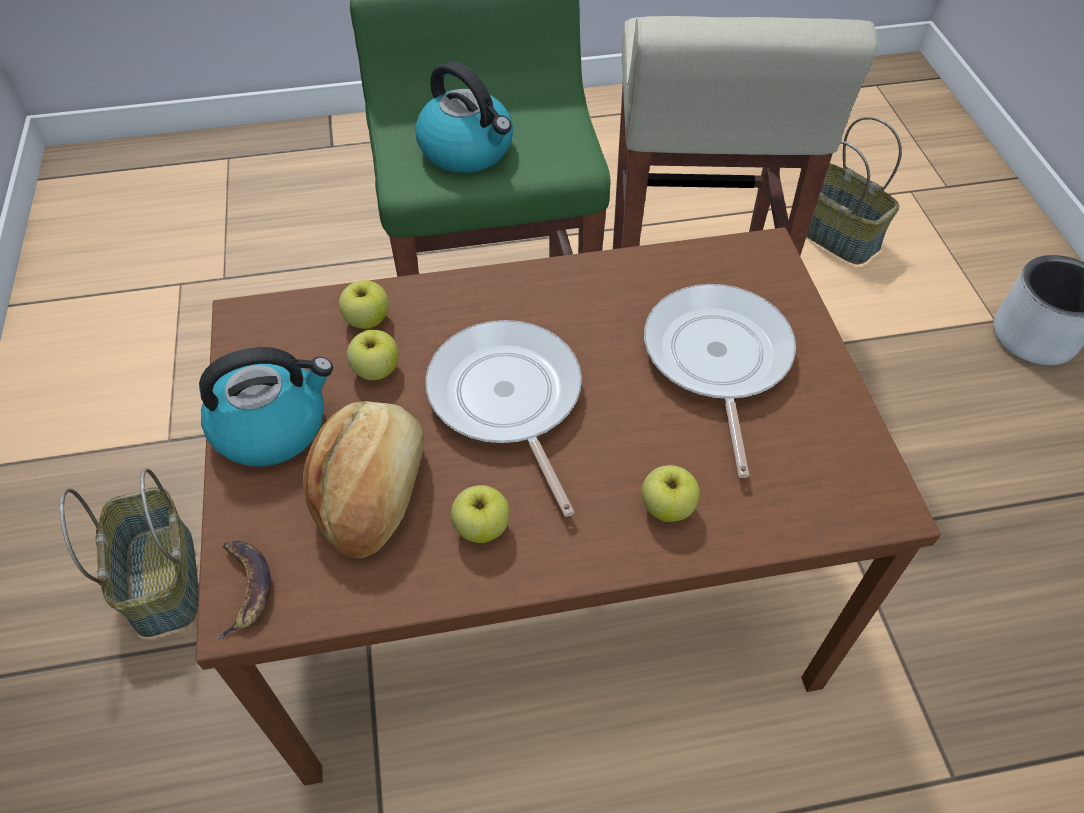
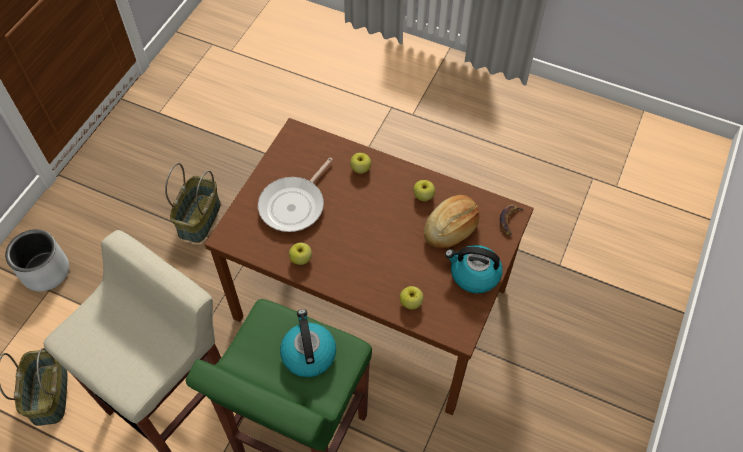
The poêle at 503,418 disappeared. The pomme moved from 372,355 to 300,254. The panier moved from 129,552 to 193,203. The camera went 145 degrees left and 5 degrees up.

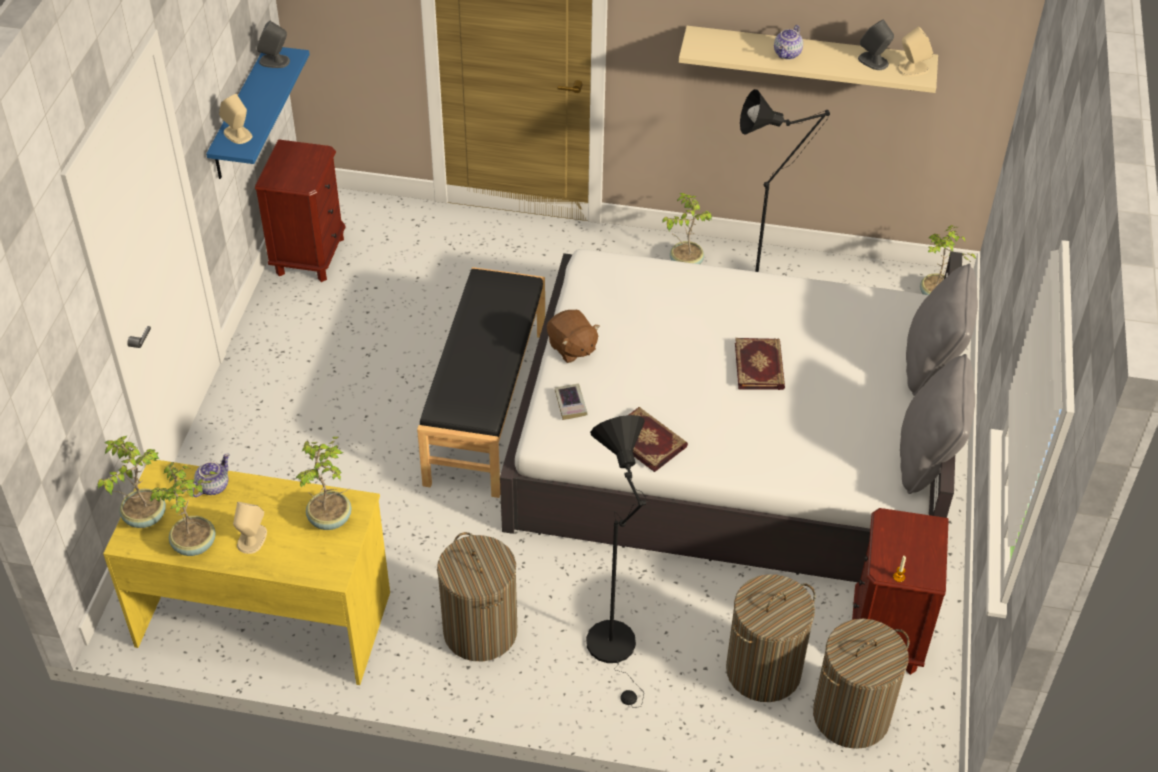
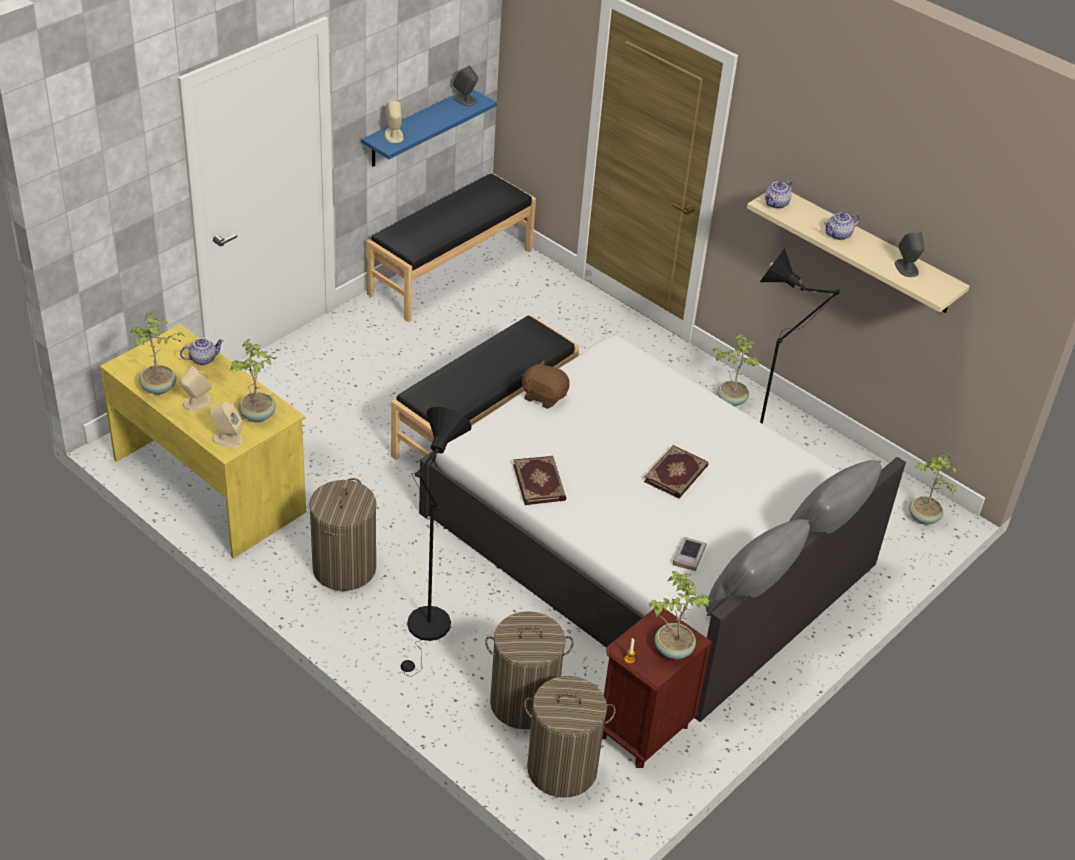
The enceinte/beige moved from 915,51 to 226,425. The table de chevet/marron at 300,210 was replaced by the banc/noir at 451,247. The peluche/marron at 573,336 turned 120 degrees clockwise. The livre moved from 571,401 to 689,554. The plante en pot moved from 132,482 to 680,615. The théière at 779,194 appeared. The camera went 30 degrees right and 5 degrees down.

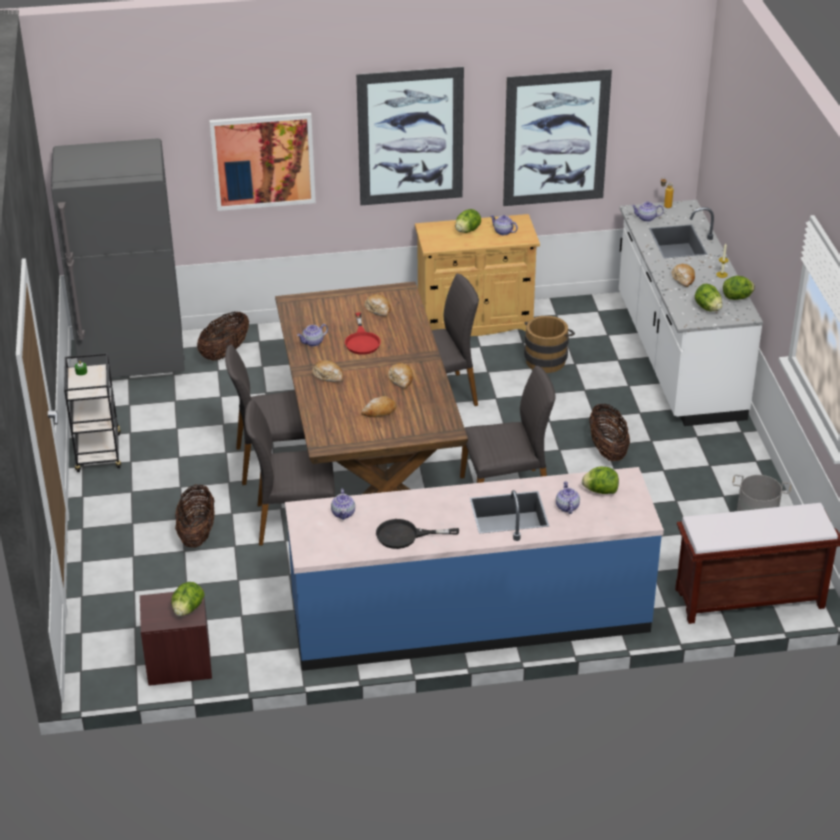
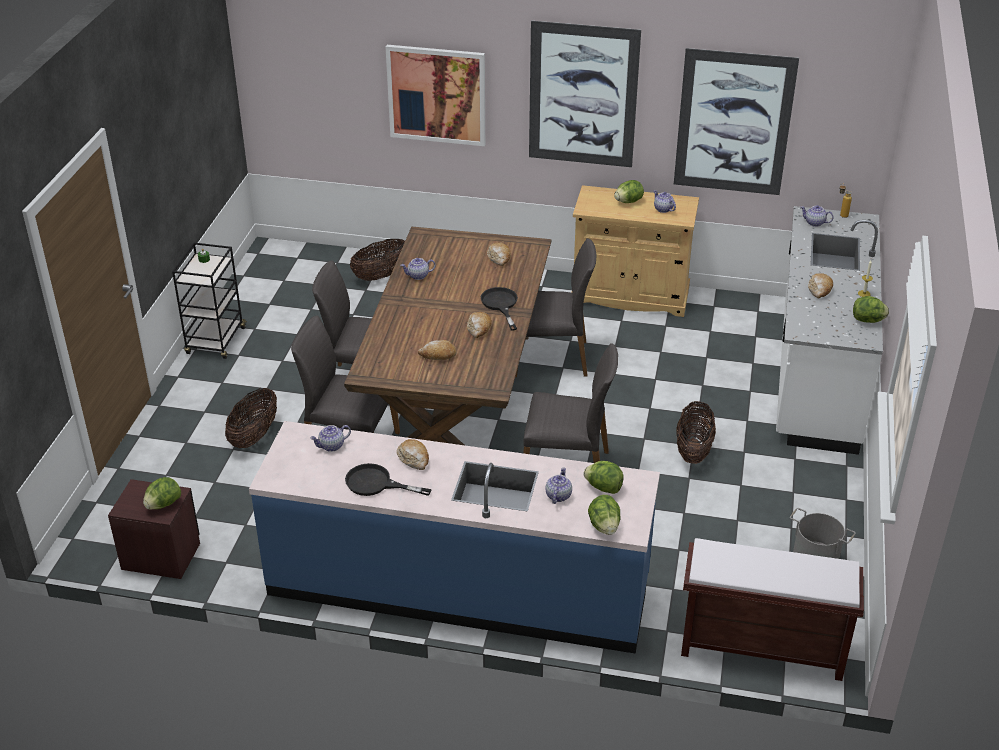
The réfrigérateur/gris at 118,258 disappeared. The laitue moved from 709,298 to 604,515. The poêle/rouge at 363,334 disappeared. The seau/marron at 549,344 disappeared. The pain moved from 327,371 to 413,454. The théière at 343,504 turned 45 degrees clockwise. The poêle/noir at 499,309 appeared. The camera went 20 degrees right and 0 degrees up.

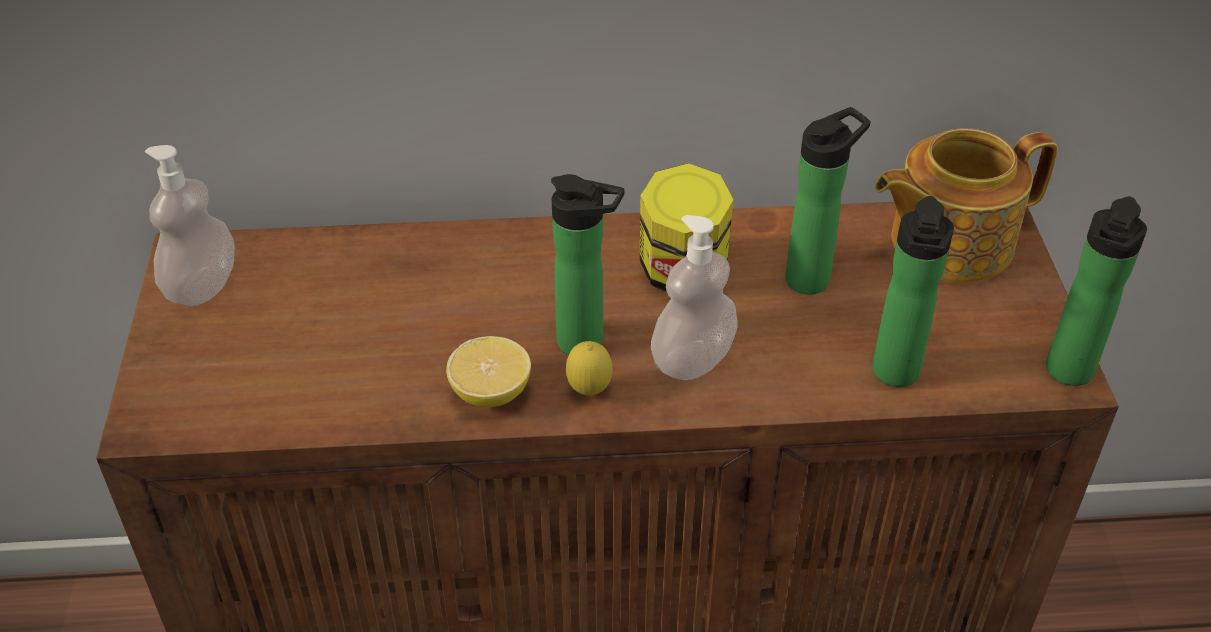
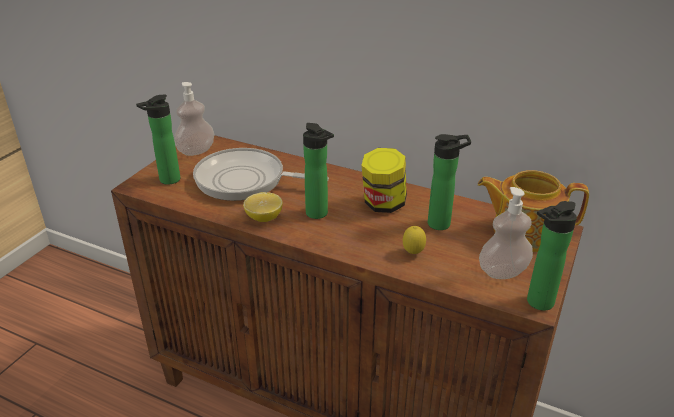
The bouteille moved from 913,291 to 158,139. The distributeur de savon moved from 694,297 to 506,233. The citron moved from 589,368 to 414,240. The poêle at 261,174 appeared. The camera went 30 degrees right and 10 degrees down.

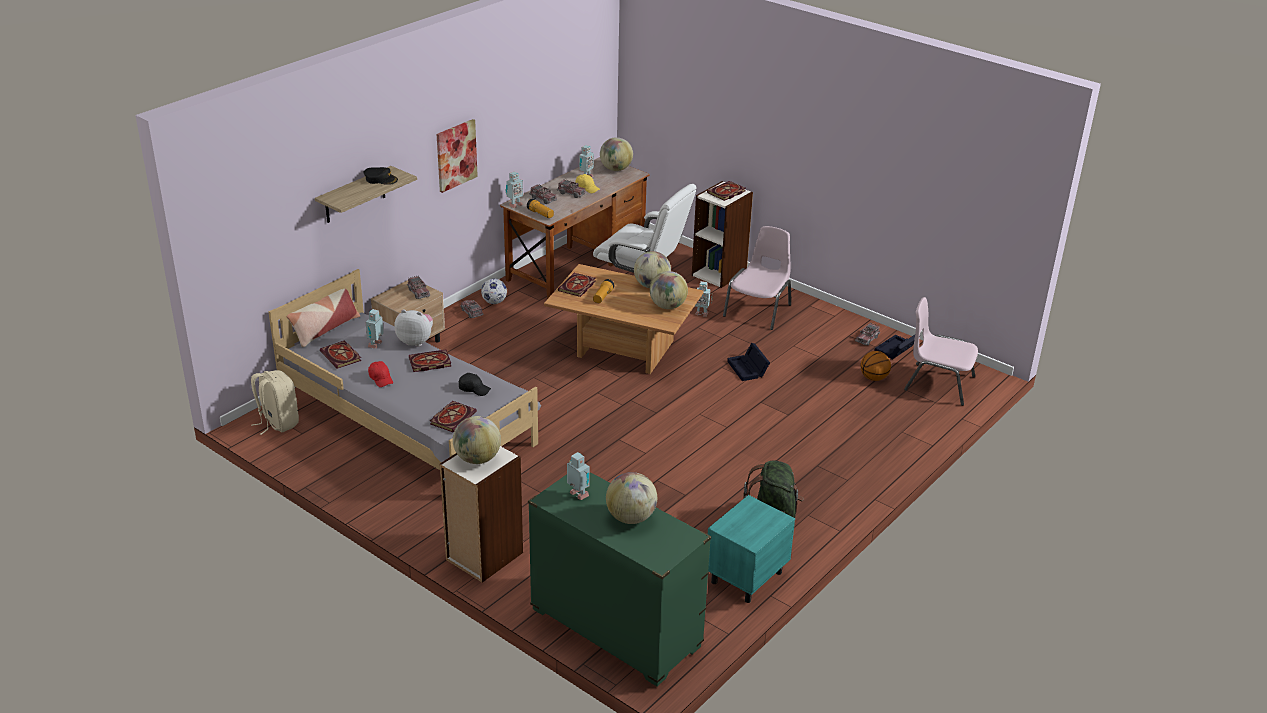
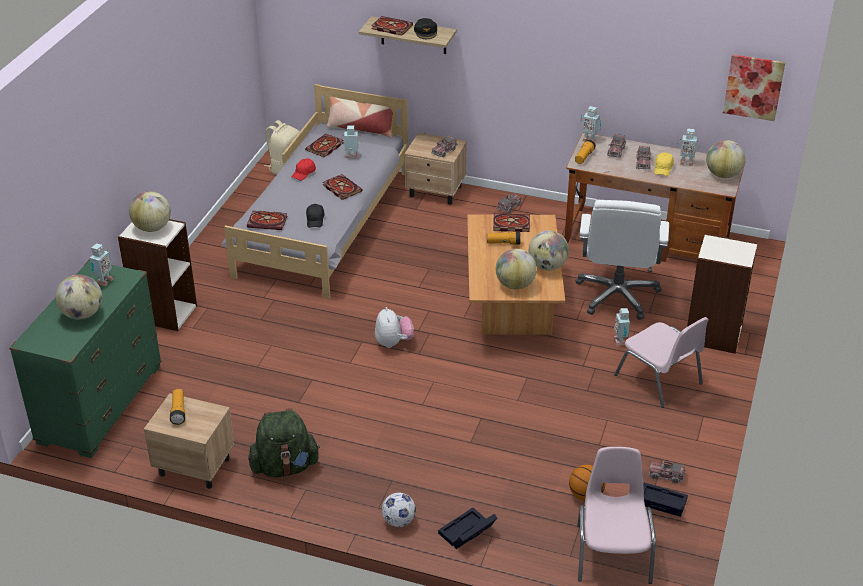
The tableau moved from 457,156 to 754,87. The livre moved from 726,191 to 392,25. The chaise/rose at 757,278 turned 45 degrees clockwise. The ballon de foot moved from 494,291 to 399,510. The peluche moved from 413,328 to 394,327. The boîte de rangement/noir moved from 748,362 to 467,528. The table de chevet/turquoise at 751,549 became the table de chevet/beige at 189,441. The lampe de poche at 177,407 appeared. The camera went 70 degrees right and 5 degrees up.

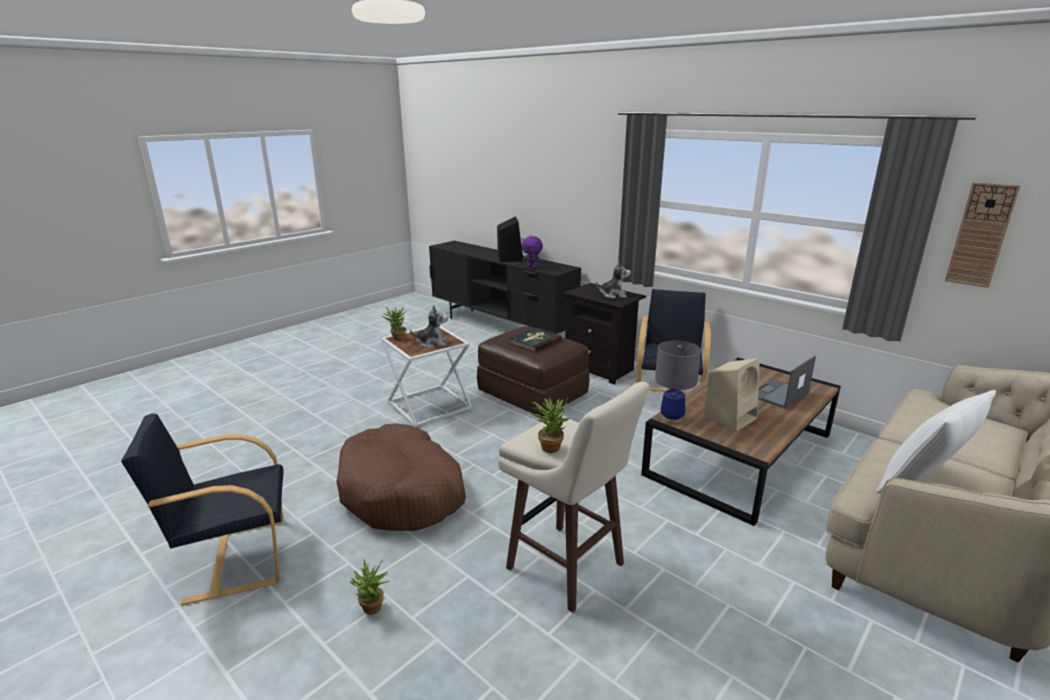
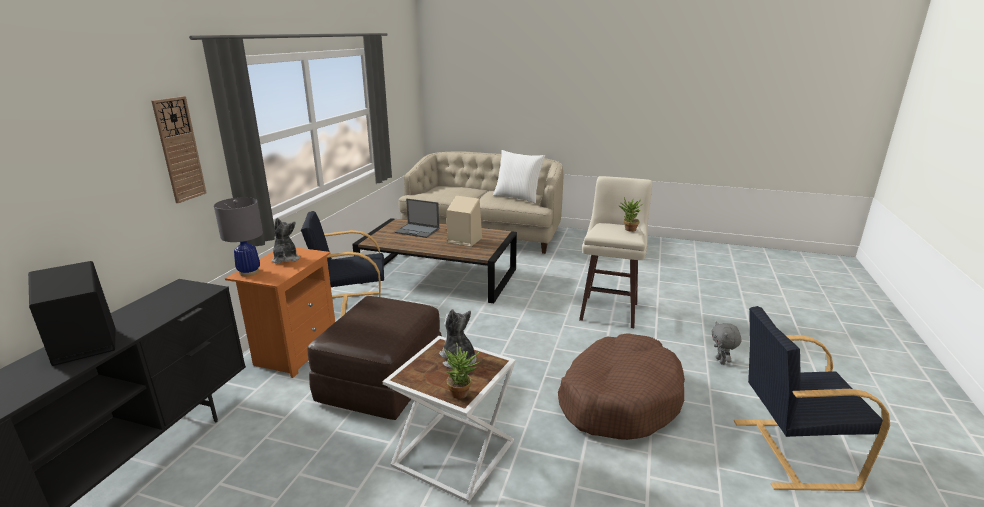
The horloge murale moved from 983,235 to 179,149. The peluche/violet at 532,252 disappeared. The table de chevet/noir at 605,334 became the table de chevet/orange at 280,313. The livre at 535,340 disappeared. The lampe de table/gris moved from 678,382 to 238,236. The fauteuil/noir at 202,509 turned 135 degrees clockwise. The plante en pot at 369,587 was replaced by the peluche/gris at 726,343. The camera went 115 degrees left and 0 degrees up.

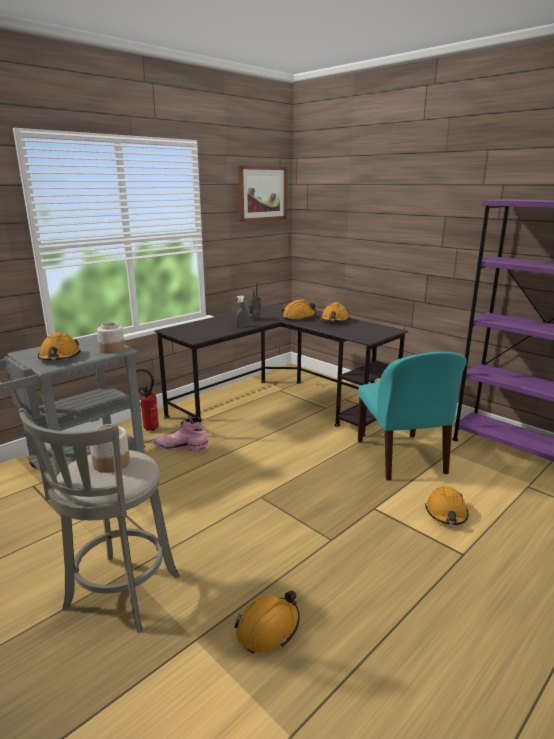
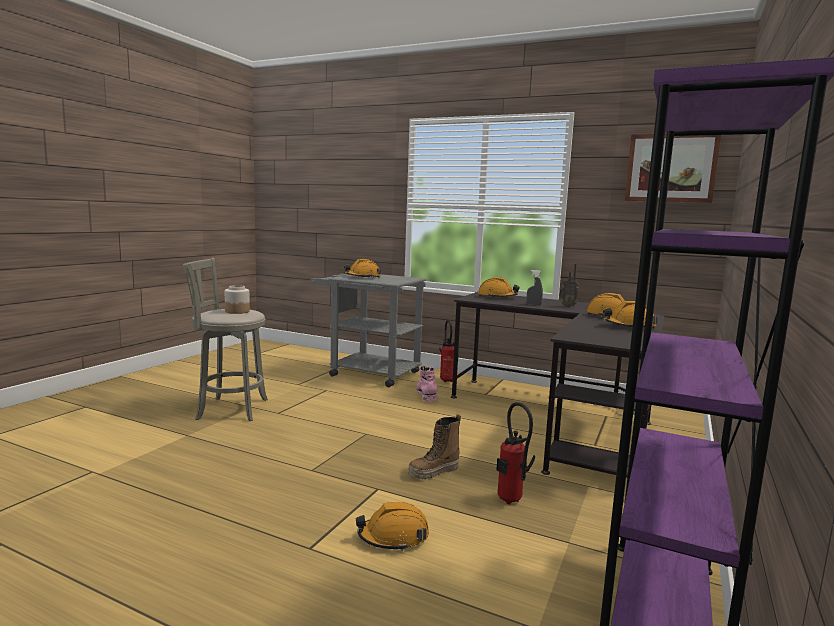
The bocal at 111,338 disappeared. The chaise/turquoise at 412,416 was replaced by the extincteur at 516,453. The casque de chantier/orange moved from 267,622 to 498,287. The botte at 434,446 appeared. The camera went 70 degrees right and 10 degrees down.

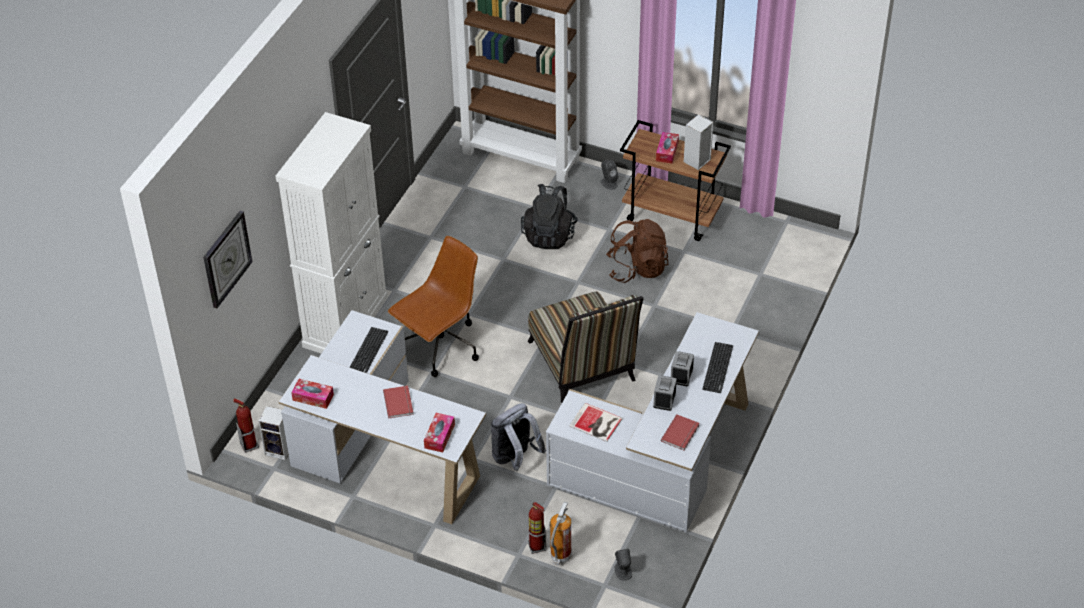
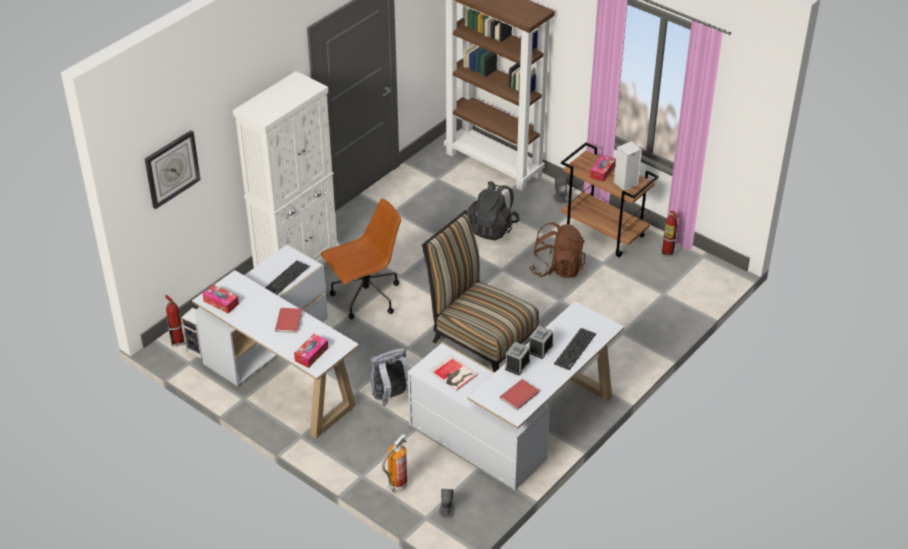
The chaise at 586,347 turned 135 degrees clockwise. The extincteur moved from 536,528 to 670,233. The camera went 15 degrees right and 5 degrees down.

